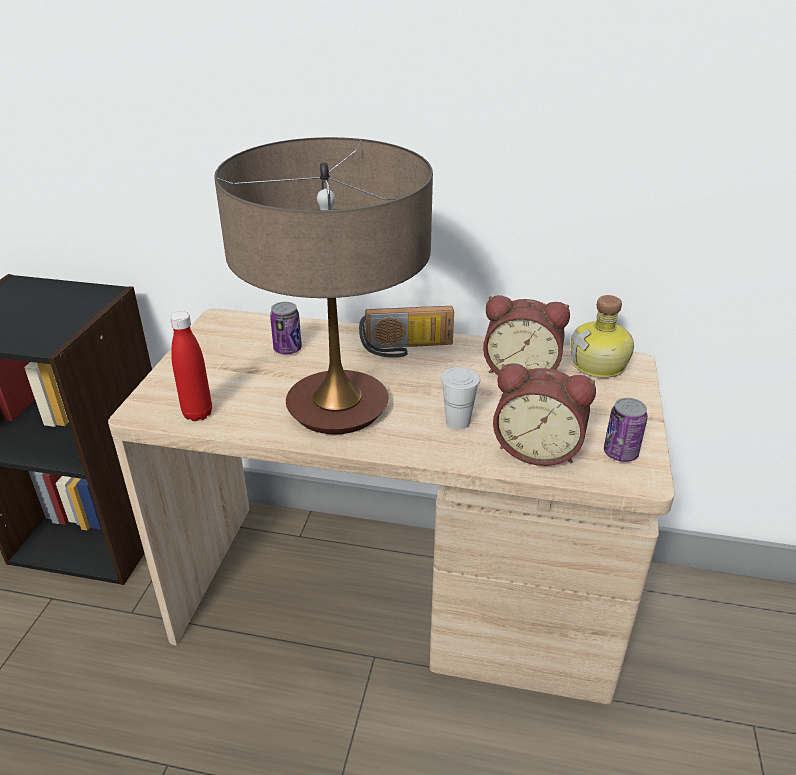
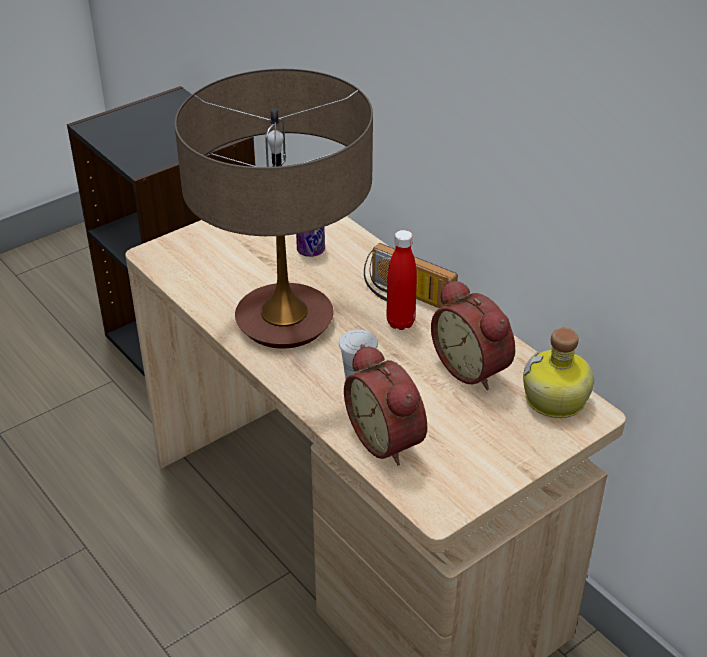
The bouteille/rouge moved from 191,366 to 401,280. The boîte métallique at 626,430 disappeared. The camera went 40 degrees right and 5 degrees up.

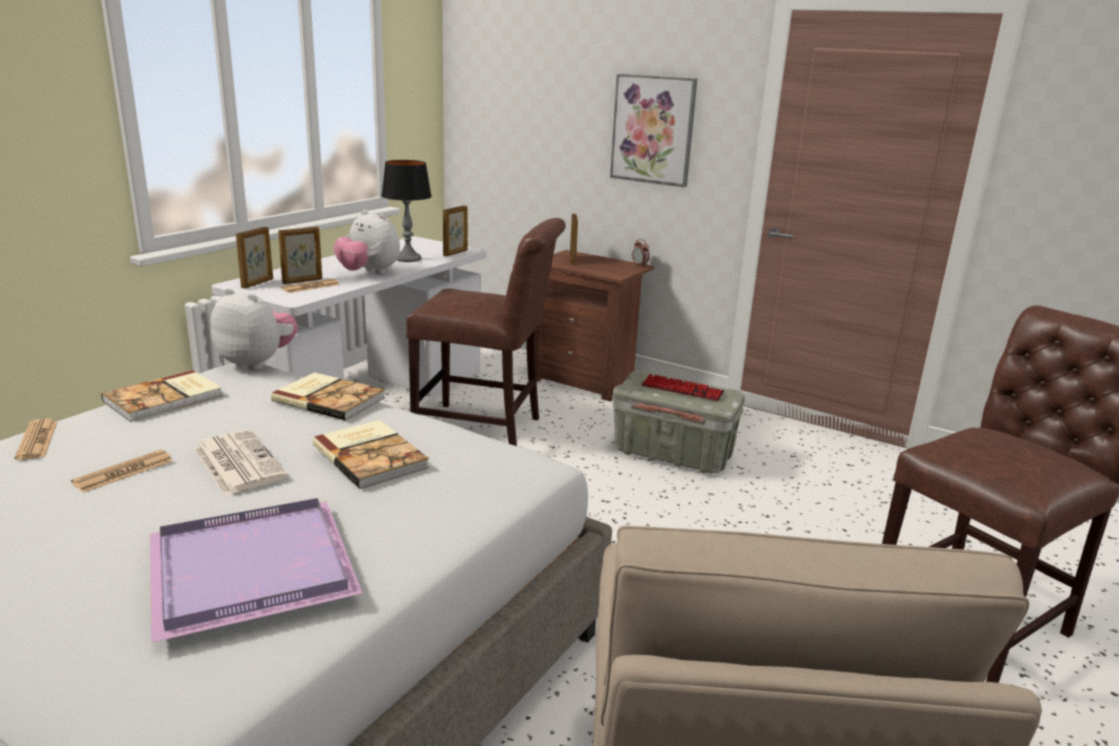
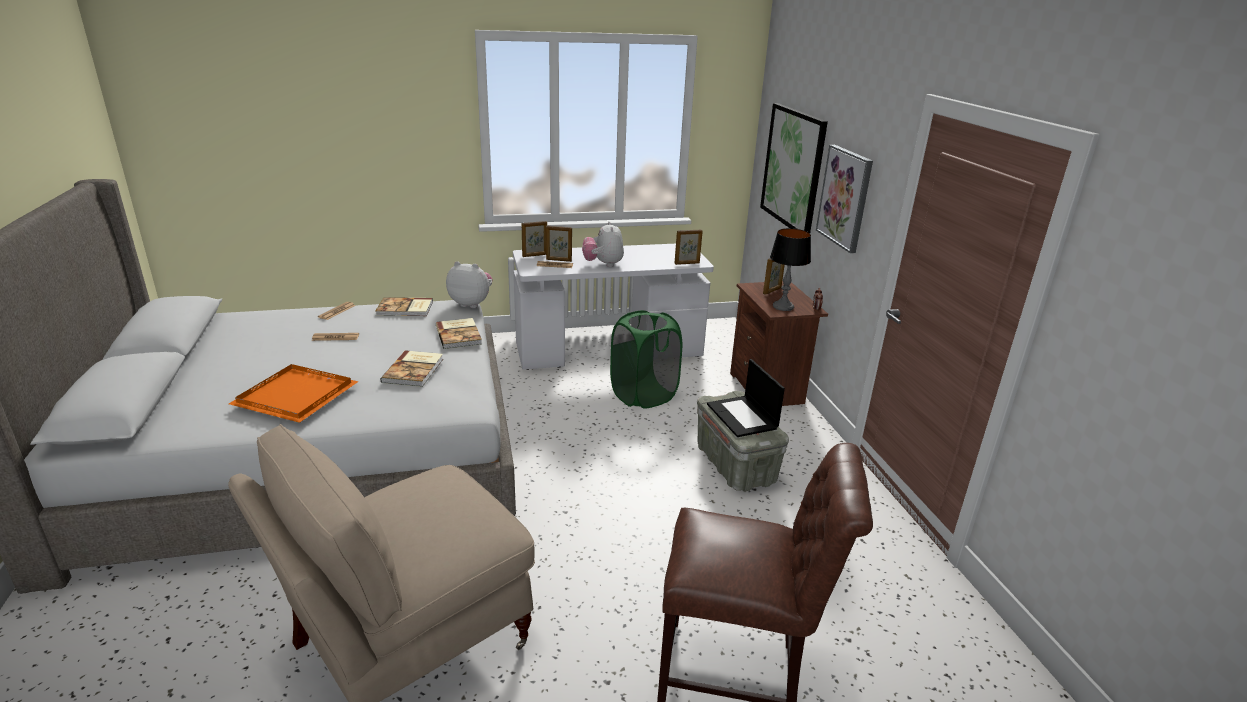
The lampe de table moved from 406,211 to 790,269. The chaise/marron at 486,332 was replaced by the panier à linge/vert at 646,359. The peluche at 254,329 turned 60 degrees counterclockwise. The clavier at 683,387 was replaced by the ordinateur portable at 746,398. The journal at 241,463 disappeared. The plateau/violet at 256,570 became the plateau/orange at 293,393. The tableau at 794,168 appeared. The camera went 45 degrees right and 5 degrees up.

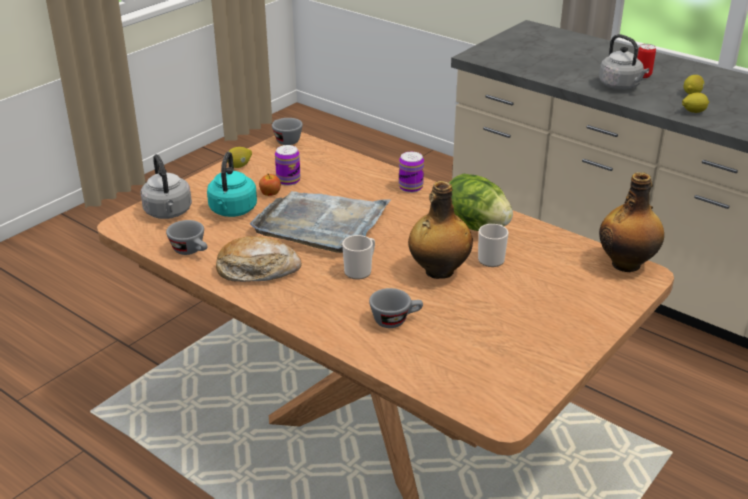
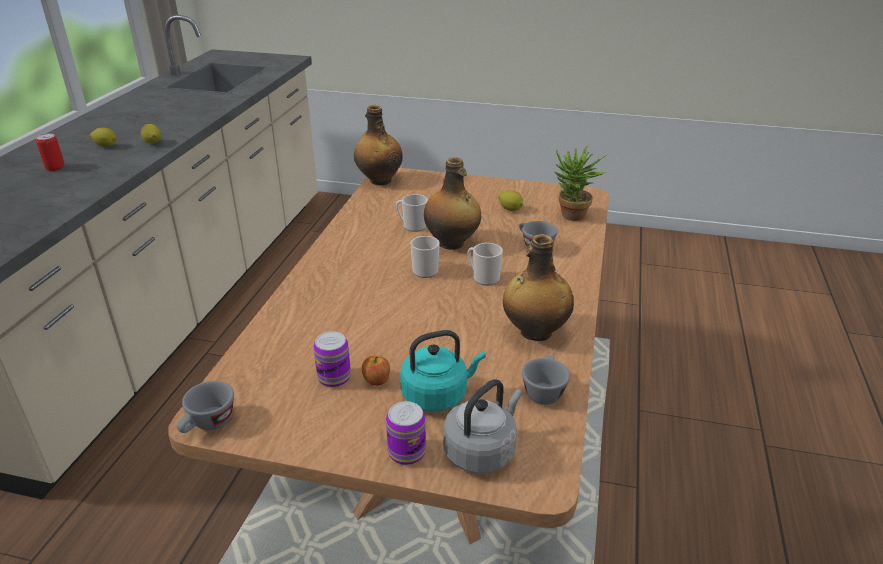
The bouilloire/gris at 624,62 disappeared. The citron moved from 239,157 to 510,200. The boîte métallique moved from 411,172 to 406,433. The laitue at 481,202 disappeared. The plateau/gris at 321,222 disappeared. The pain at 259,259 was replaced by the bouteille at 538,287. The plante en pot at 580,183 appeared. The mug at 425,257 appeared. The camera went 115 degrees left and 0 degrees up.

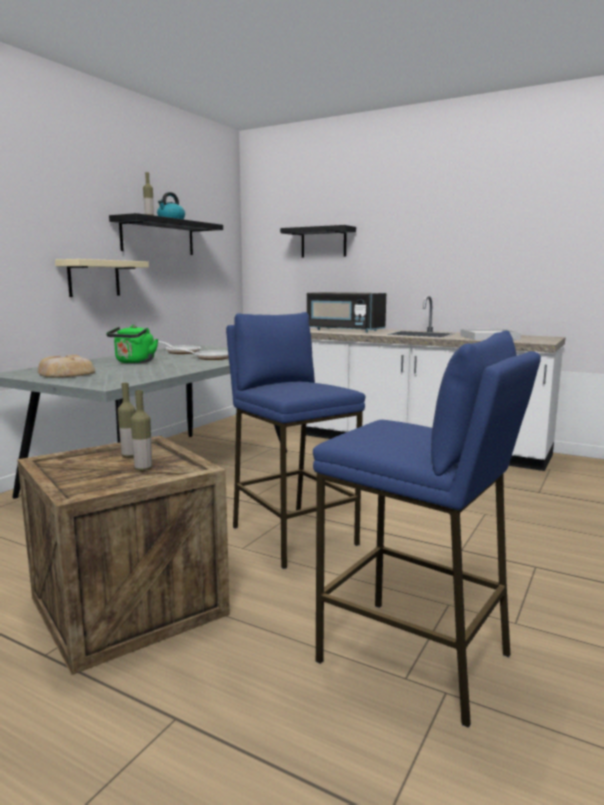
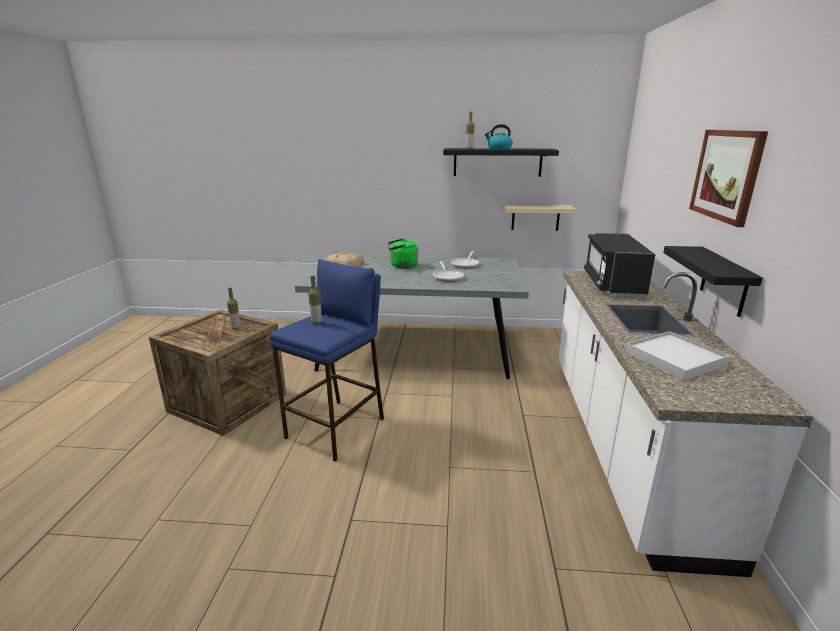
The étagère/noir moved from 318,241 to 713,281. The étagère/beige moved from 102,278 to 539,217. The tabouret/bleu at 427,529 disappeared. The bouteille moved from 141,430 to 315,300. The tableau at 728,178 appeared. The camera went 65 degrees right and 10 degrees up.

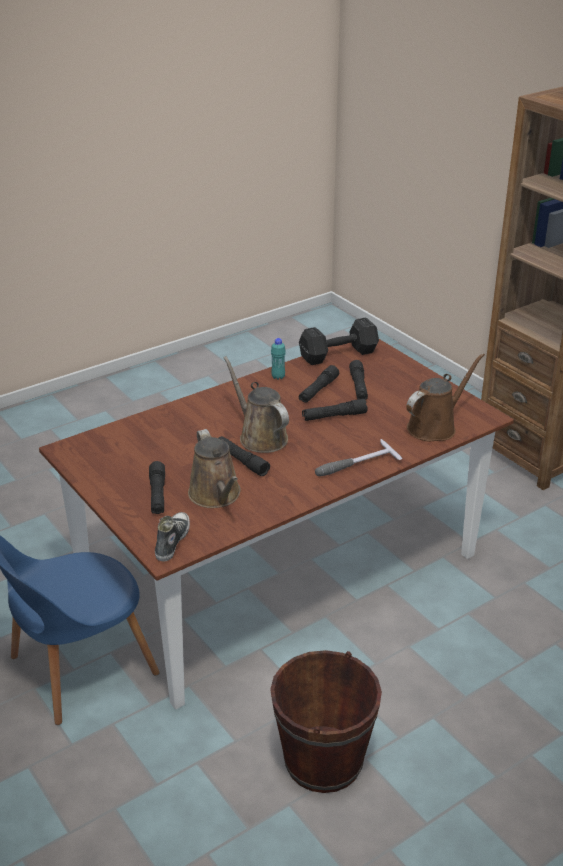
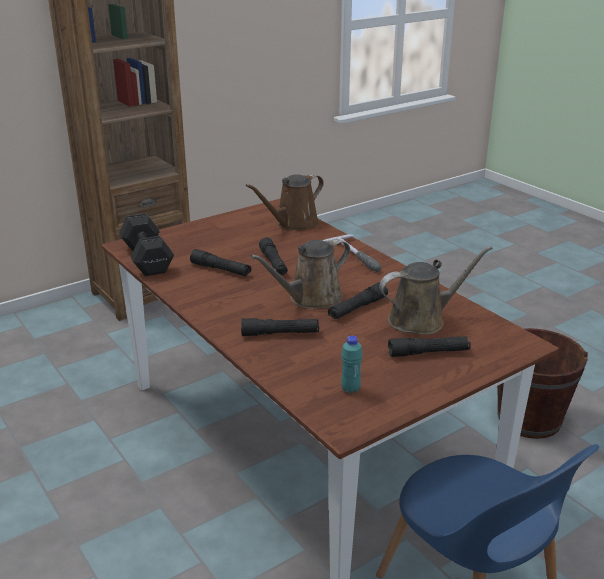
The bouteille/turquoise moved from 278,359 to 352,364. The arrosoir/marron at 445,397 turned 90 degrees counterclockwise. The lampe de poche/noir moved from 358,380 to 280,327. The chaussure at 172,537 disappeared. The camera went 90 degrees left and 5 degrees down.

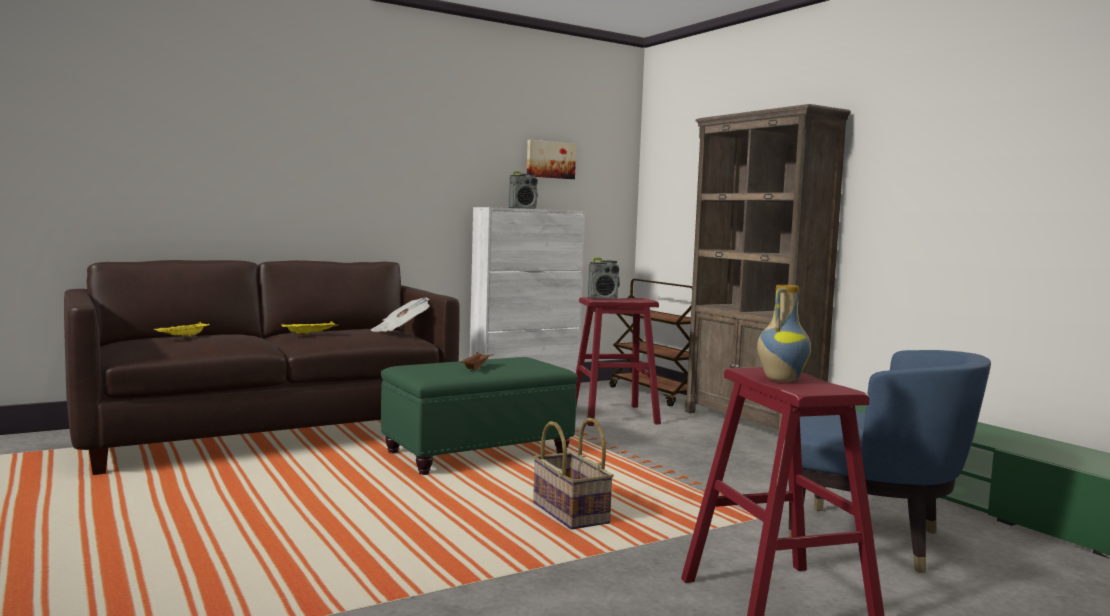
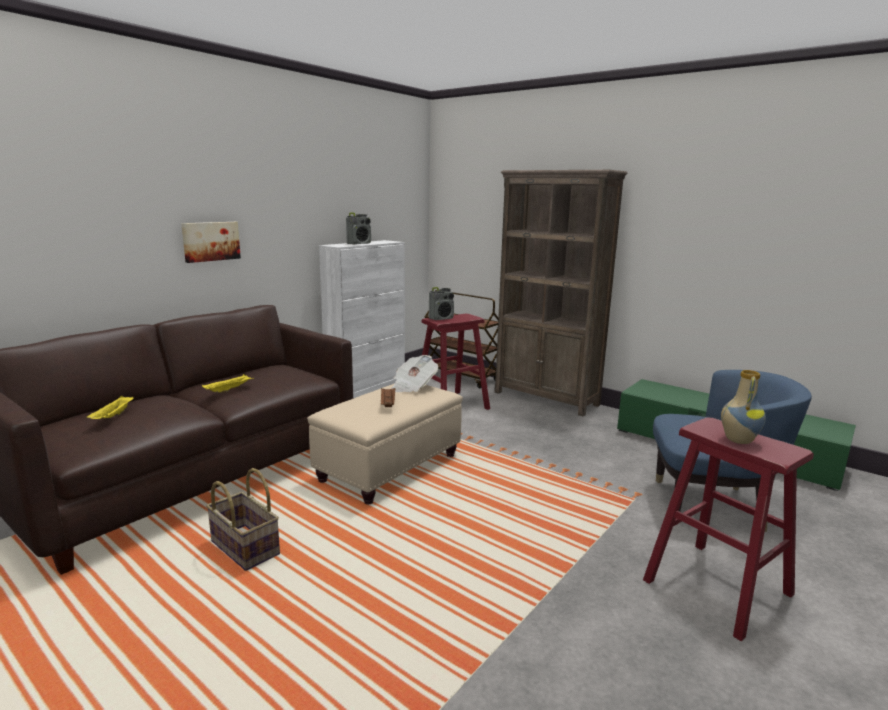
The tableau moved from 551,159 to 211,242. The journal moved from 400,314 to 414,373. The pouf/vert at 479,416 became the pouf/beige at 385,443. The panier moved from 573,474 to 243,519. The camera went 20 degrees left and 10 degrees up.

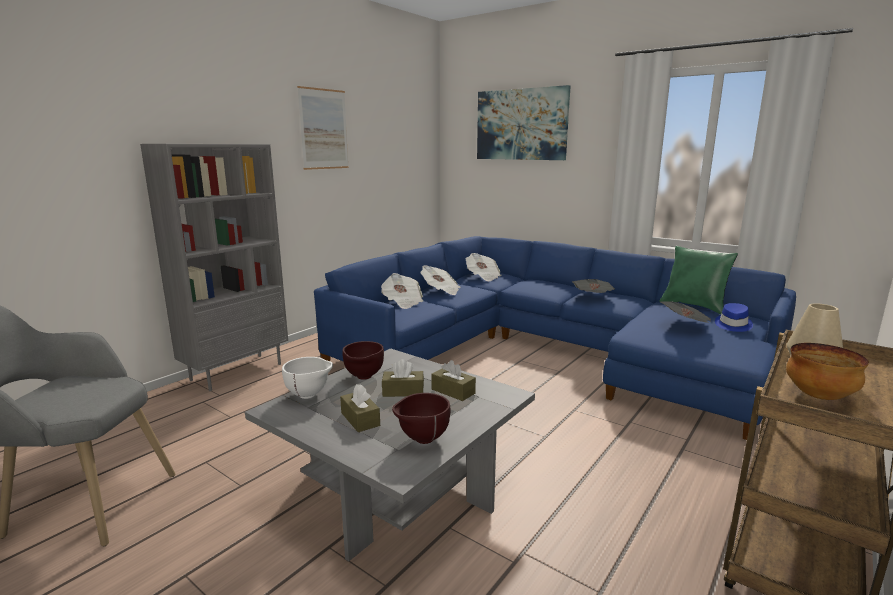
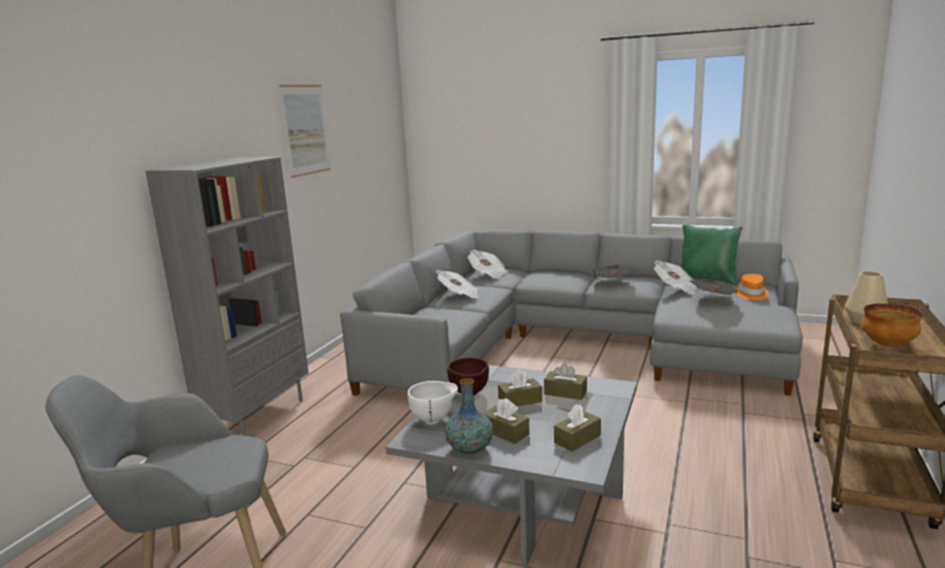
The tableau at 524,122 disappeared. The canapé/bleu at 555,338 became the canapé/gris at 571,313. The journal moved from 402,291 to 675,278. The chapeau/bleu at 734,317 became the chapeau/orange at 752,287. The bol/marron at 421,418 was replaced by the boîte à mouchoirs/marron at 577,428. The vase at 468,416 appeared. The camera went 15 degrees left and 0 degrees up.

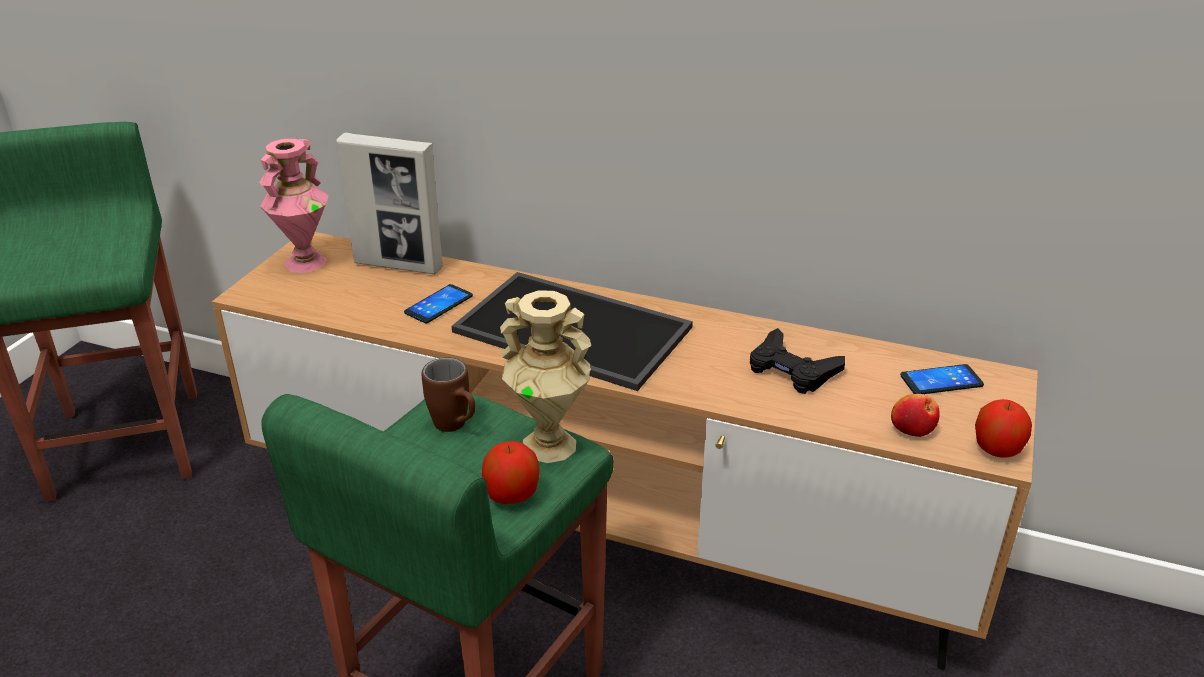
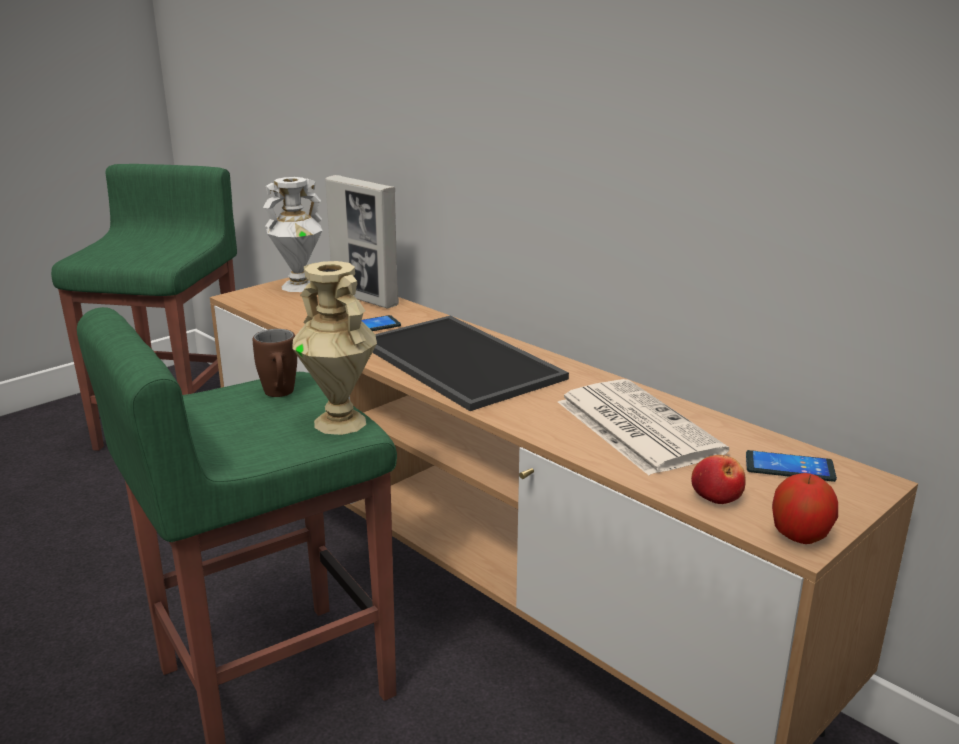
The vase/rose at 294,206 became the vase/blanc at 293,234. The manette/noir at 797,361 was replaced by the journal at 643,427. The pomme at 511,472 disappeared. The camera went 25 degrees right and 10 degrees down.

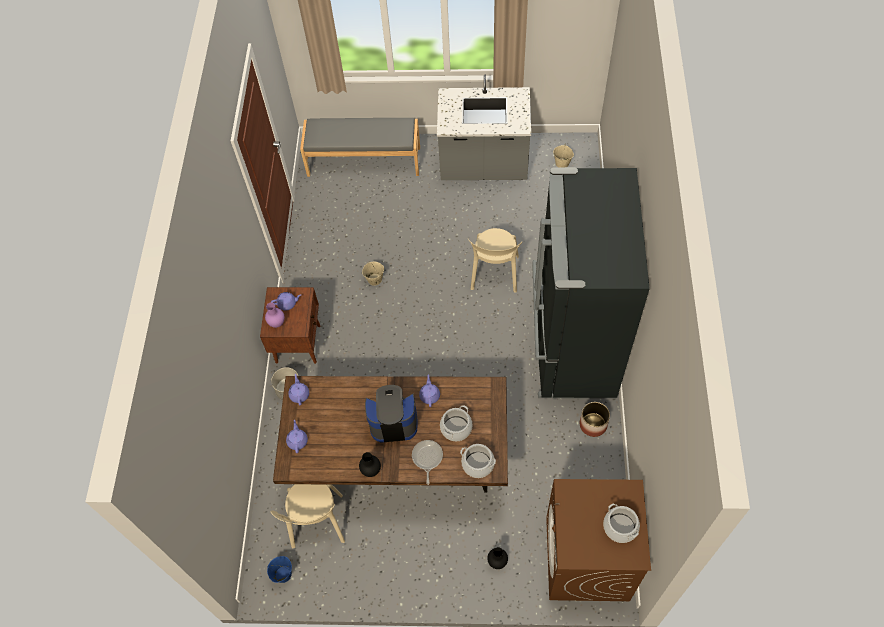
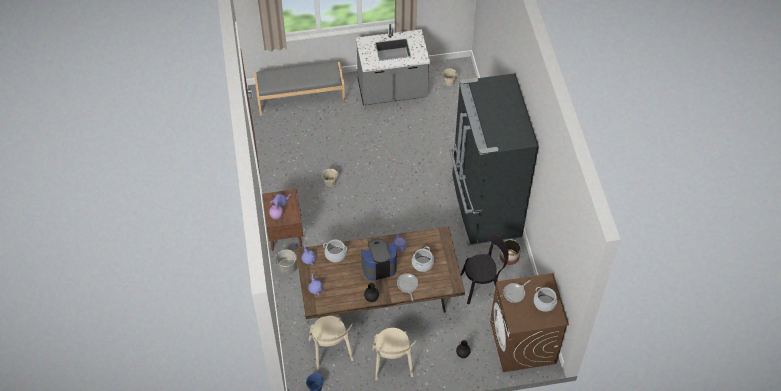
The chaise/beige moved from 495,260 to 394,354. The marmite moved from 478,461 to 335,251. The chaise/noir at 485,269 appeared. The poêle at 517,291 appeared. The camera went 15 degrees left and 5 degrees down.

